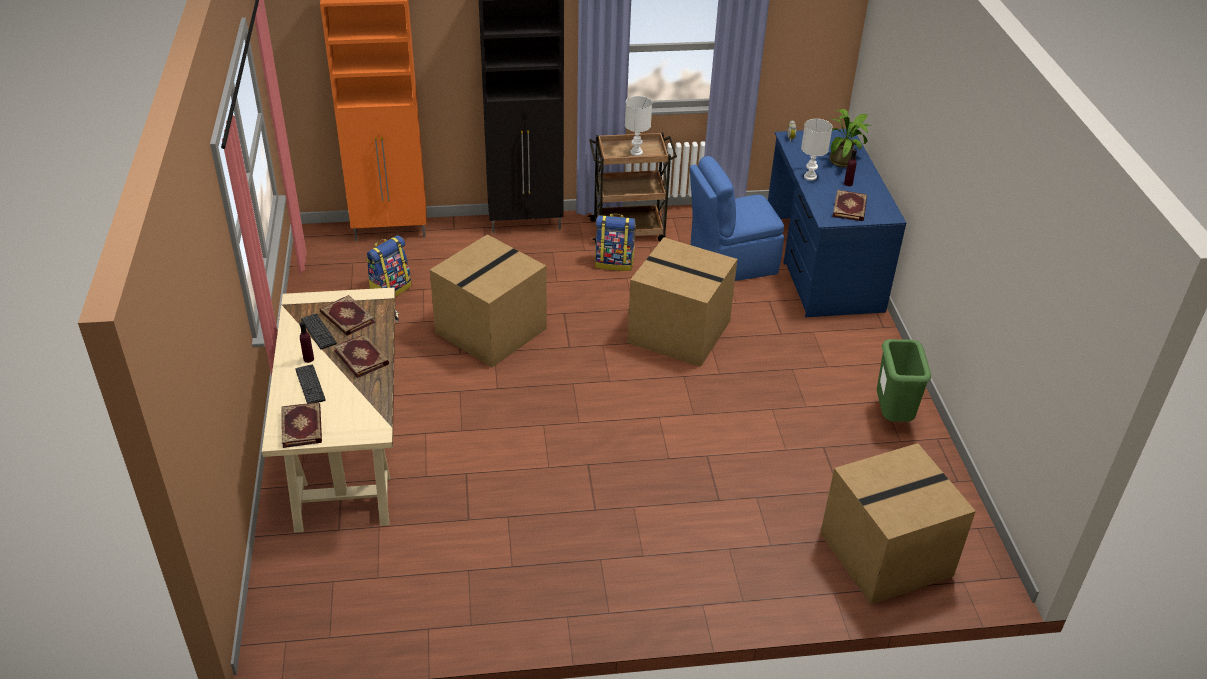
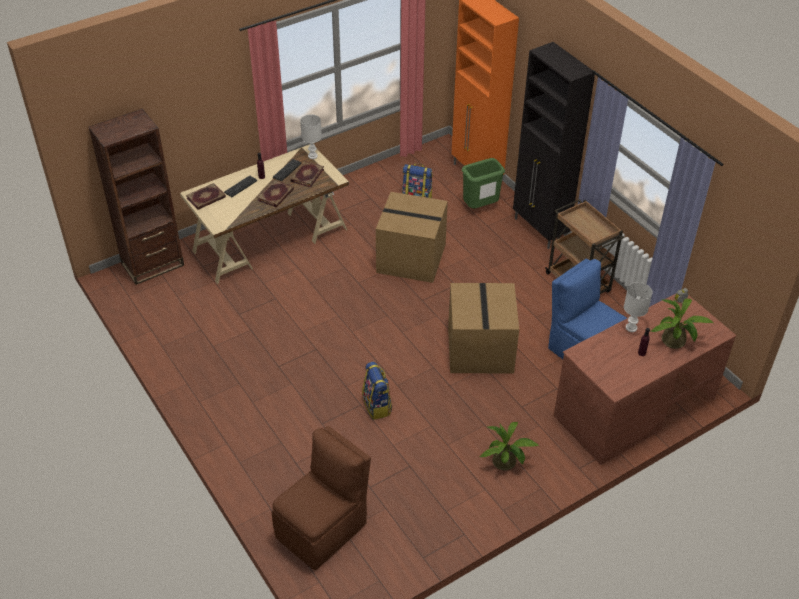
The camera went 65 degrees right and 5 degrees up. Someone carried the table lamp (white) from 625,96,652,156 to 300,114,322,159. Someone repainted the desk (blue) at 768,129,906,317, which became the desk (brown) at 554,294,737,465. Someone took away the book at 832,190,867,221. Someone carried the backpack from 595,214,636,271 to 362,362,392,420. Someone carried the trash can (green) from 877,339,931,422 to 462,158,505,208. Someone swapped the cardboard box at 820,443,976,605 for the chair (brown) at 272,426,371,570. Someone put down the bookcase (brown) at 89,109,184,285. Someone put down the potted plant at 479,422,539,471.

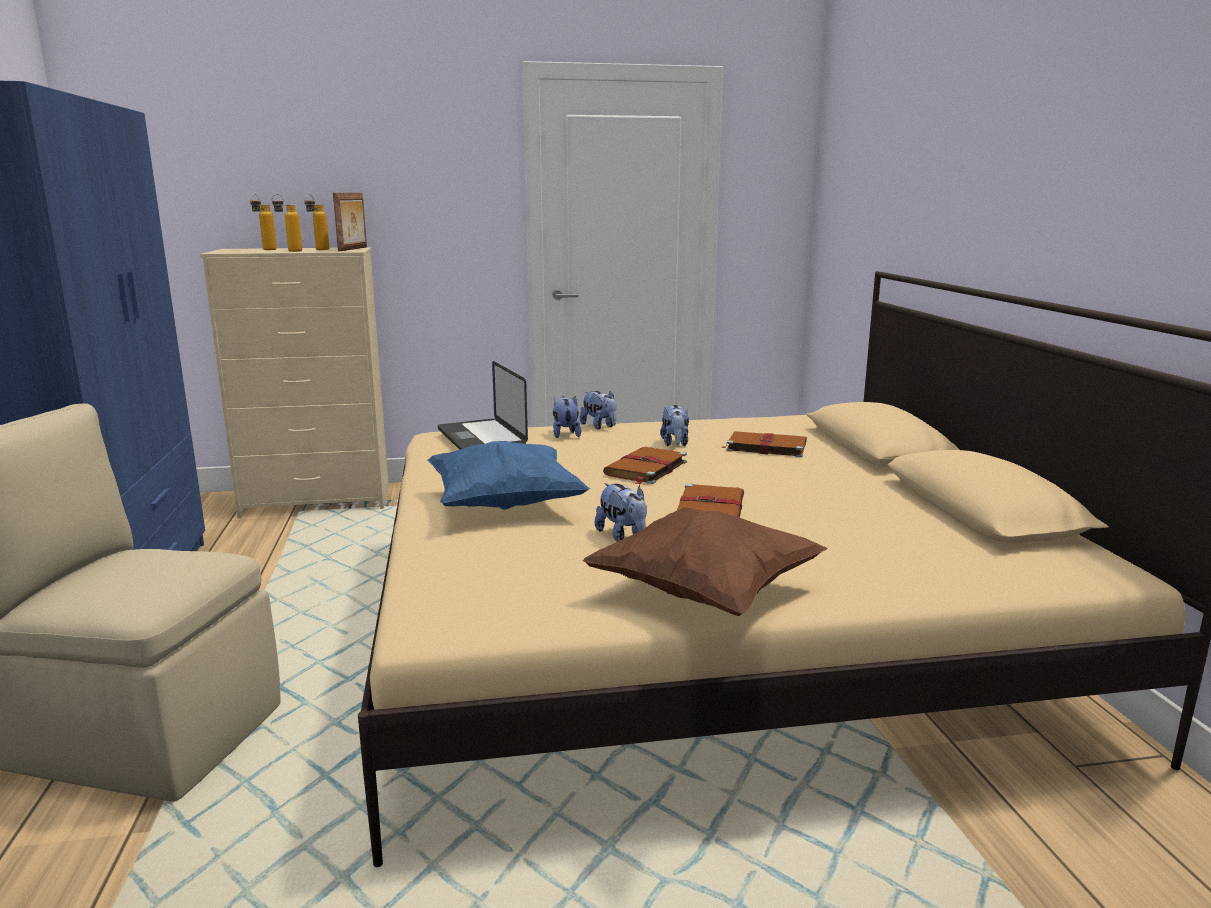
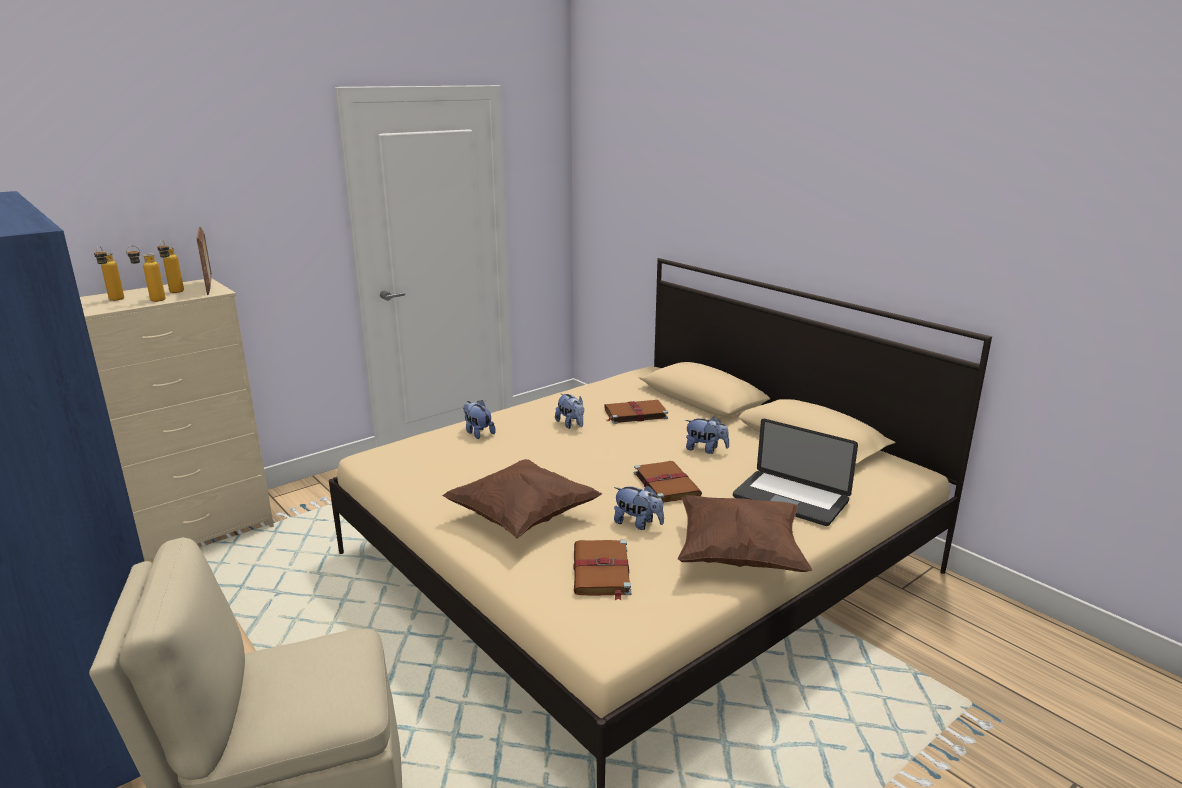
The camera went 30 degrees left and 5 degrees up. Someone carried the laptop from 438,361,528,450 to 733,419,858,526. Someone carried the plush toy from 580,391,617,430 to 685,417,729,454. Someone repainted the pillow (blue) at 427,441,590,509, which became the pillow (brown) at 442,459,602,538. Someone carried the book (brown) from 603,447,687,485 to 574,540,632,600.

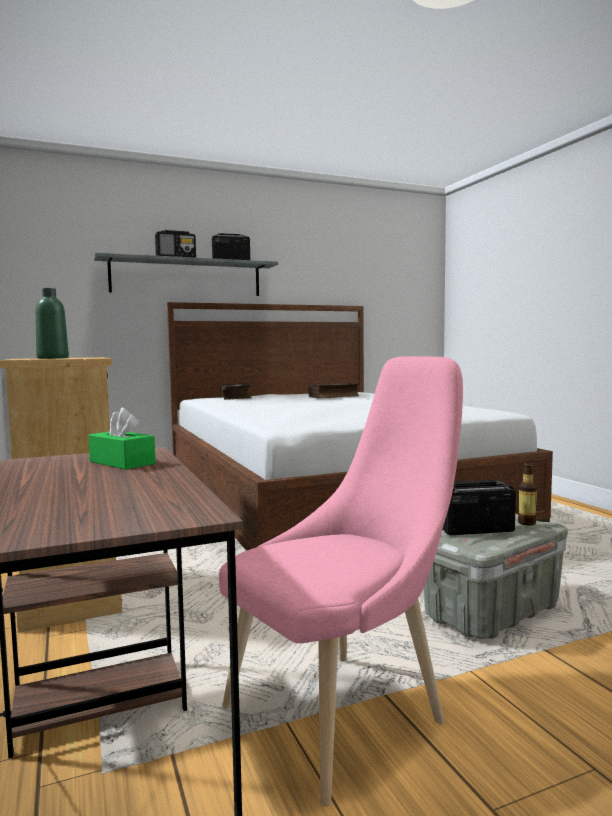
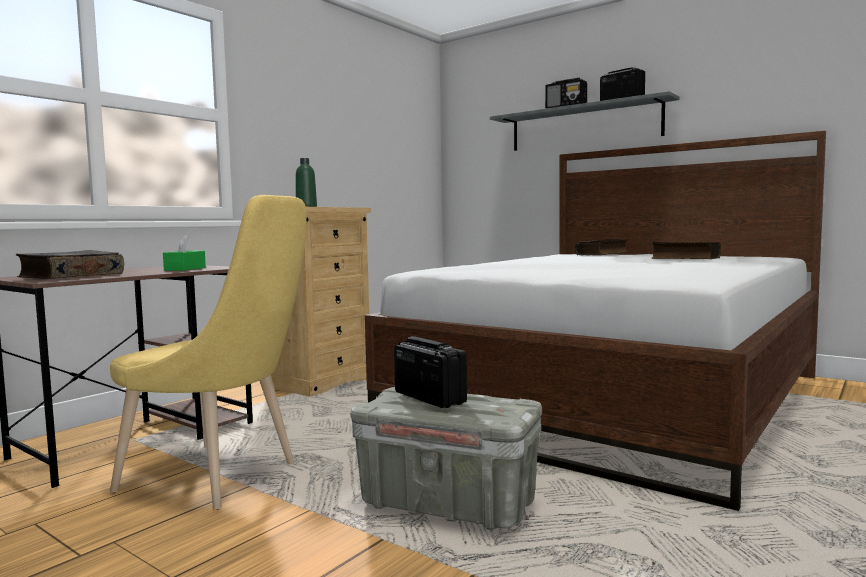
The camera went 60 degrees right and 0 degrees up. Someone repainted the chair (pink) at 219,356,463,807, which became the chair (yellow) at 110,195,307,510. Someone took away the bottle at 518,462,537,526. Someone put down the book at 15,250,124,279.

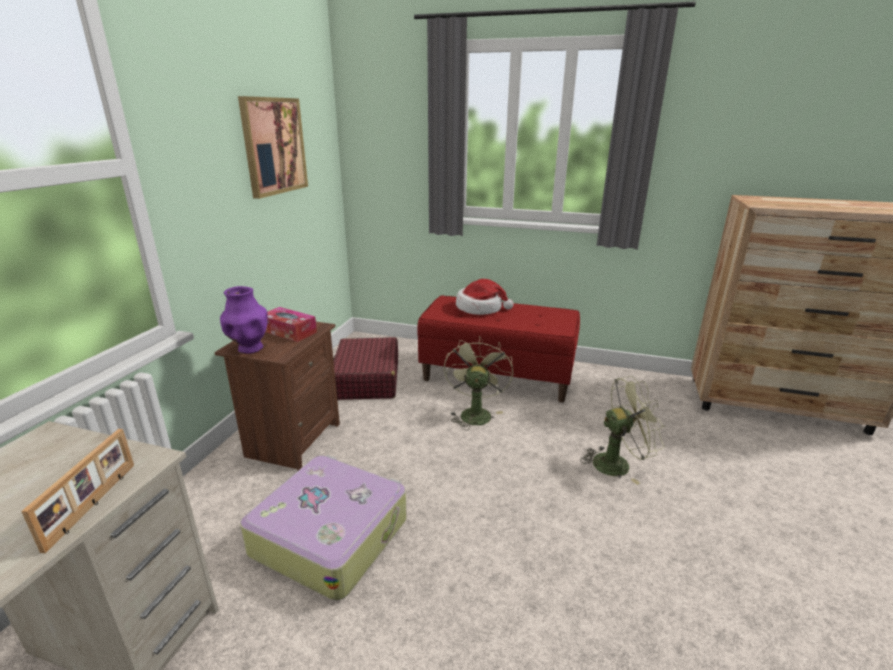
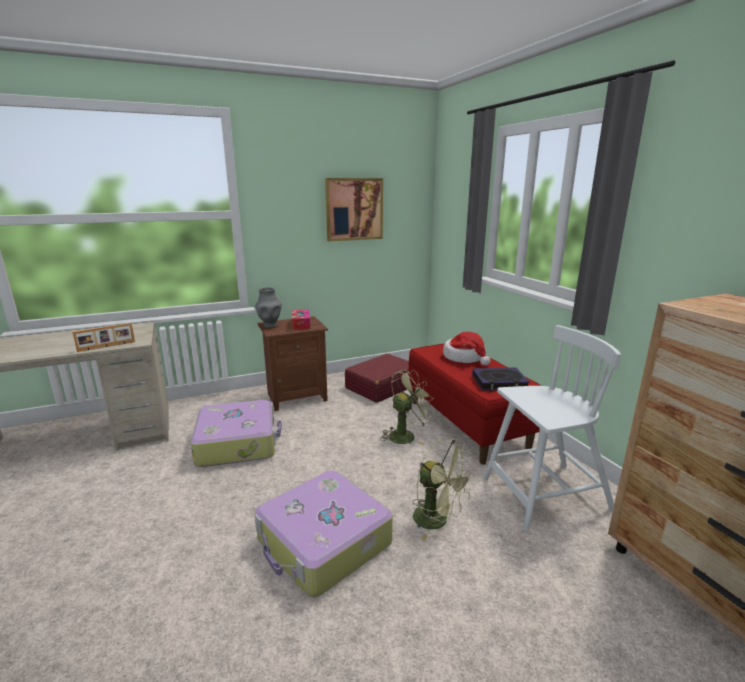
The camera went 50 degrees right and 5 degrees down. Someone repainted the vase (purple) at 220,286,268,354, which became the vase (grey) at 255,287,282,328. Someone put down the chair (white) at 484,325,621,531. Someone put down the book at 472,367,530,392. Someone put down the suitcase at 254,470,393,597.

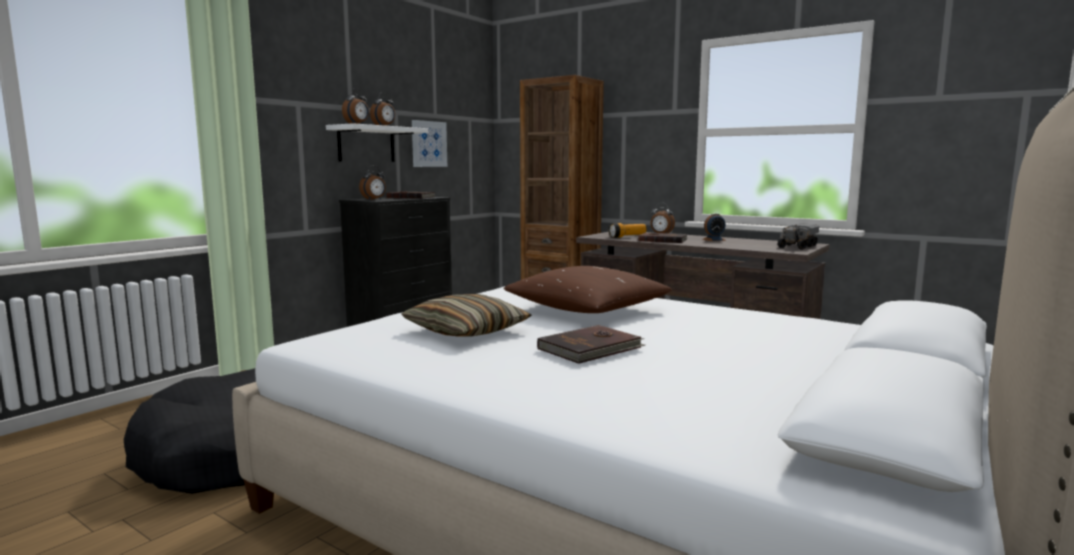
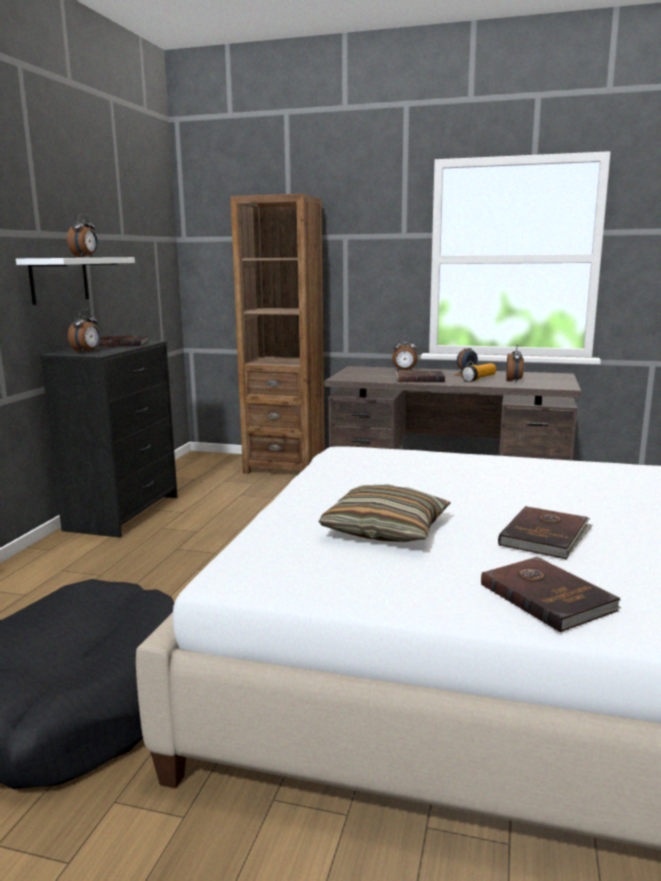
The camera went 20 degrees left and 5 degrees up. Someone carried the alarm clock from 342,88,369,124 to 506,344,524,383. Someone took away the picture at 412,120,447,167. Someone carried the flashlight from 609,223,646,238 to 461,363,496,382. Someone took away the toy truck at 778,223,819,250. Someone took away the pillow (brown) at 503,266,672,313. Someone put down the book (brown) at 481,557,621,632.

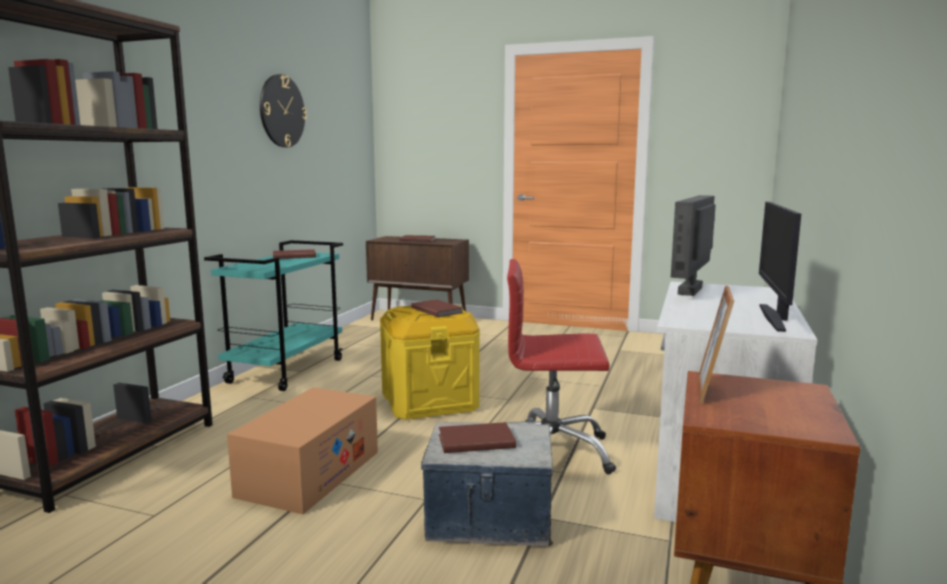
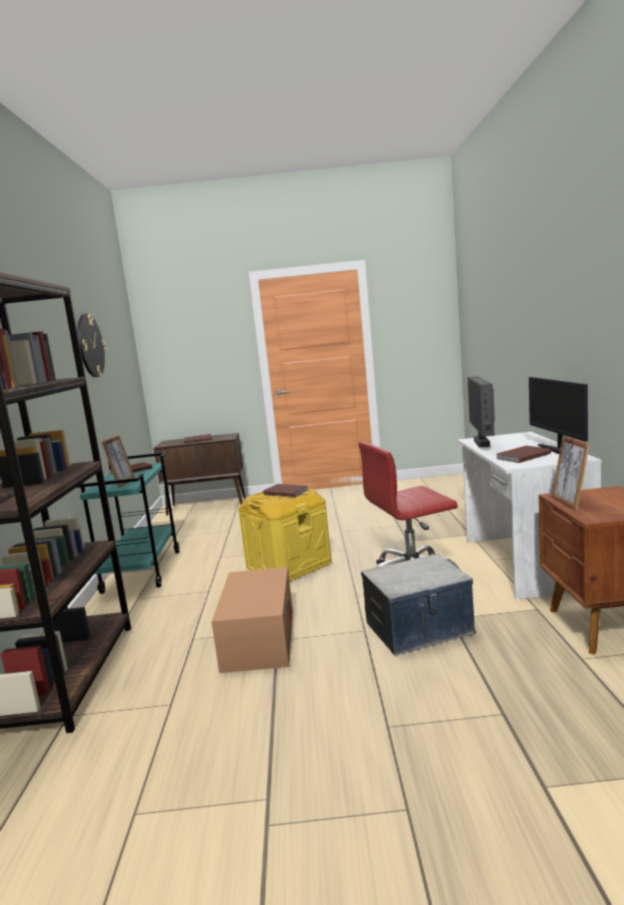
The camera went 20 degrees left and 0 degrees up. Someone carried the book (brown) from 439,422,516,453 to 497,445,551,463. Someone put down the picture frame at 101,435,135,488.

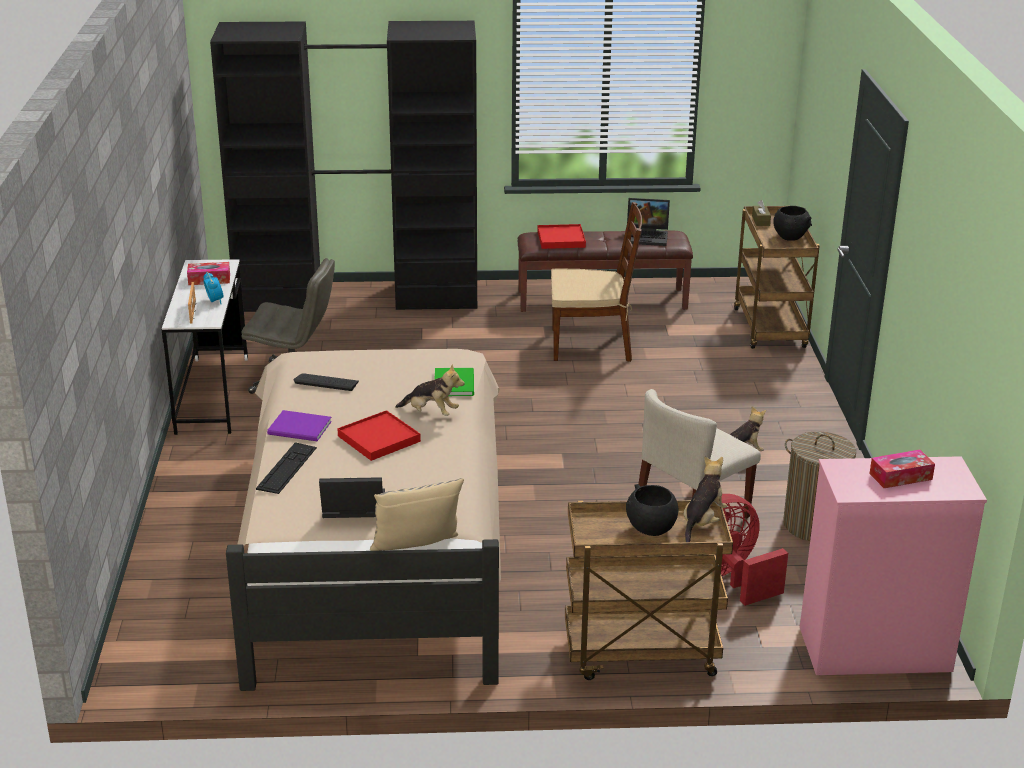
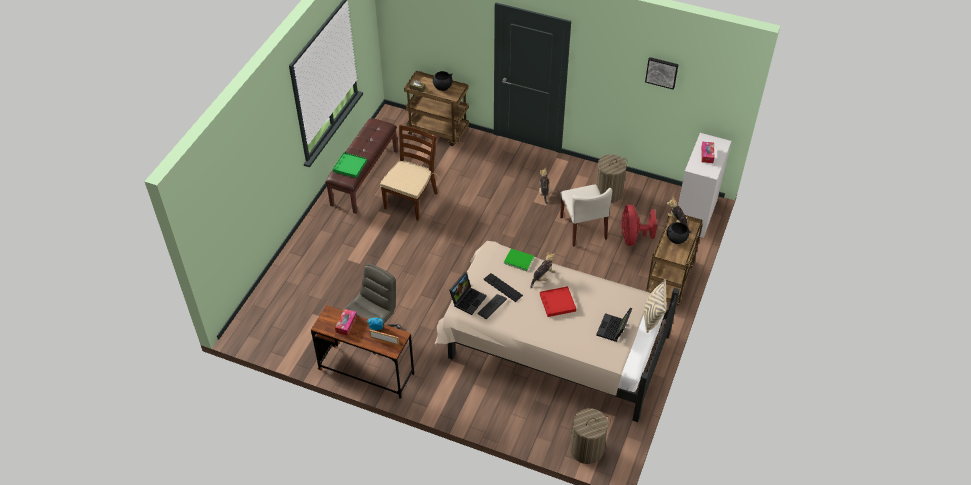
The camera went 65 degrees left and 20 degrees up. Someone took away the wardrobe (black) at 210,21,477,312. Someone carried the laptop from 627,198,670,246 to 449,272,487,315. Someone repainted the tray (red) at 537,224,586,249, which became the tray (green) at 333,152,367,178. Someone repainted the desk (white) at 162,259,248,435, which became the desk (brown) at 311,305,414,399. Someone took away the book (purple) at 267,410,332,441. Someone carried the keyboard from 256,442,317,494 to 483,273,523,302. Someone repainted the dresser (pink) at 800,456,987,675, which became the dresser (white) at 678,133,731,238. Someone put up the picture at 645,57,679,90. Someone put down the laundry basket at 570,408,611,464.

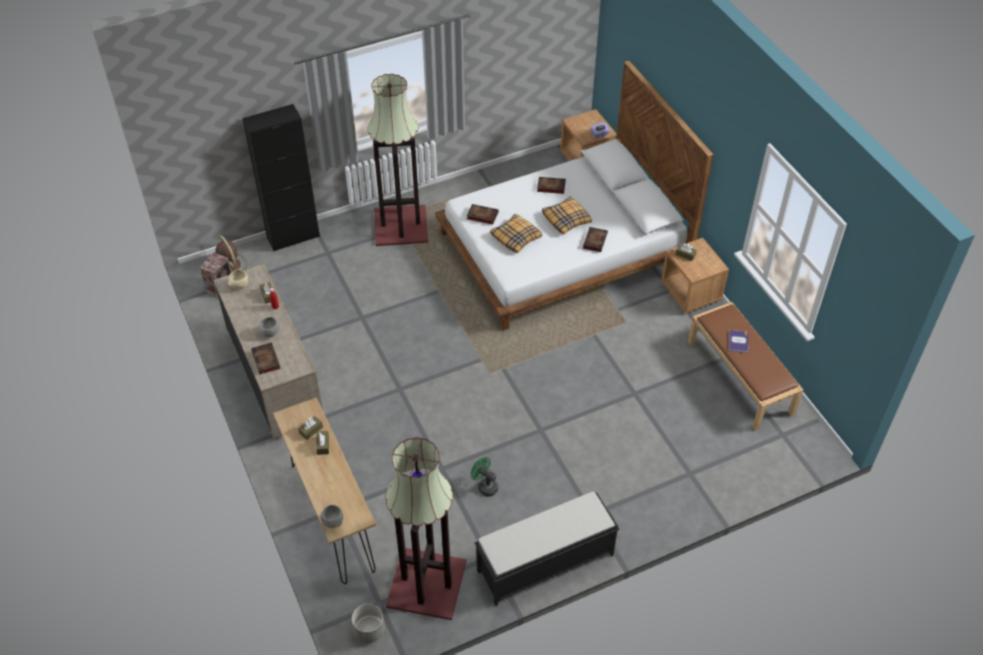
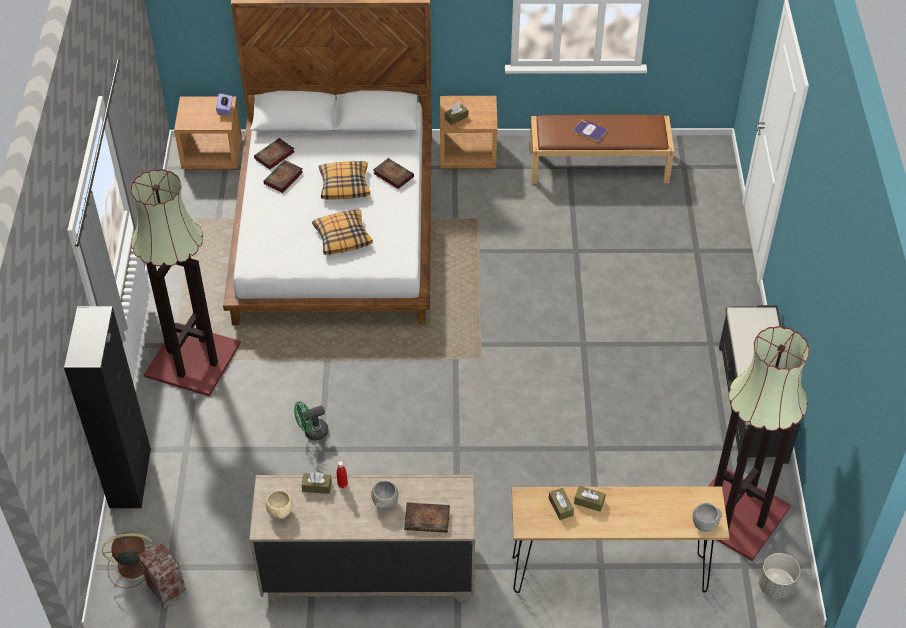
The camera went 65 degrees left and 0 degrees up. Someone carried the book from 467,204,499,225 to 254,138,295,169. Someone carried the fan (green) from 471,457,499,496 to 294,401,328,440.

